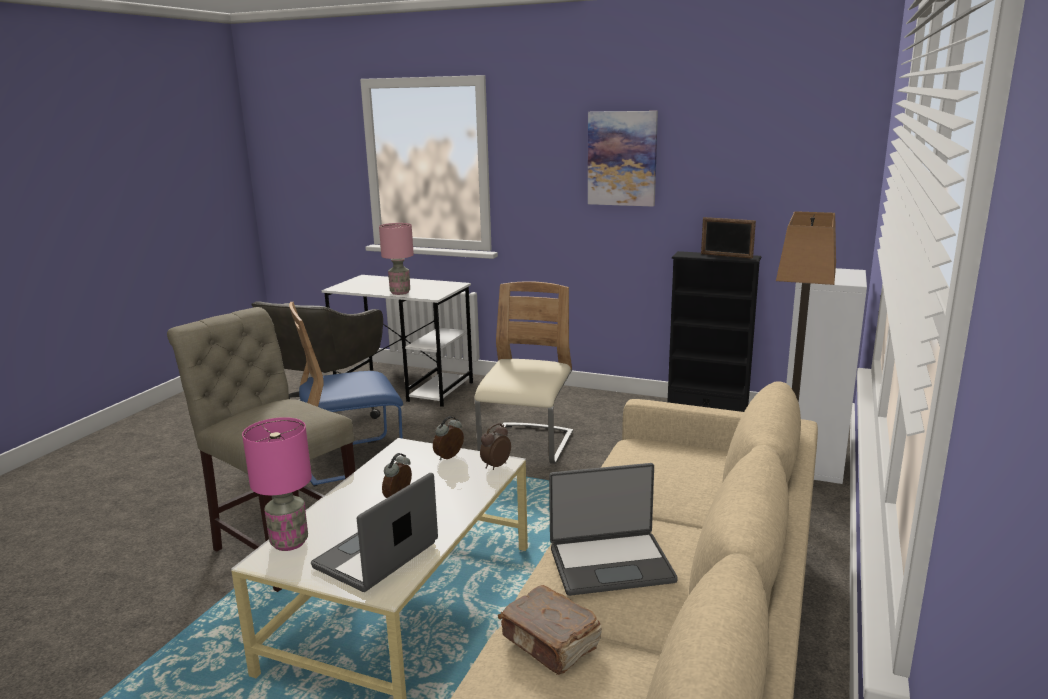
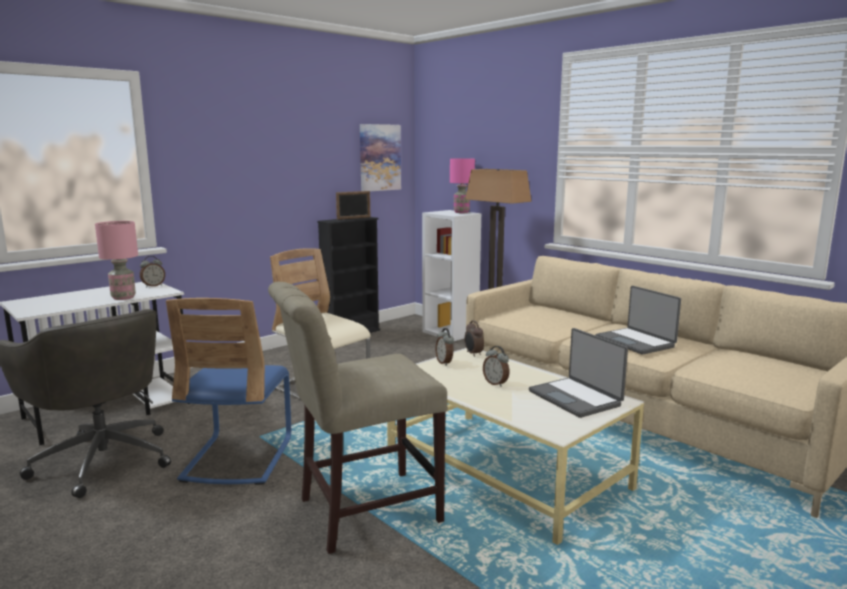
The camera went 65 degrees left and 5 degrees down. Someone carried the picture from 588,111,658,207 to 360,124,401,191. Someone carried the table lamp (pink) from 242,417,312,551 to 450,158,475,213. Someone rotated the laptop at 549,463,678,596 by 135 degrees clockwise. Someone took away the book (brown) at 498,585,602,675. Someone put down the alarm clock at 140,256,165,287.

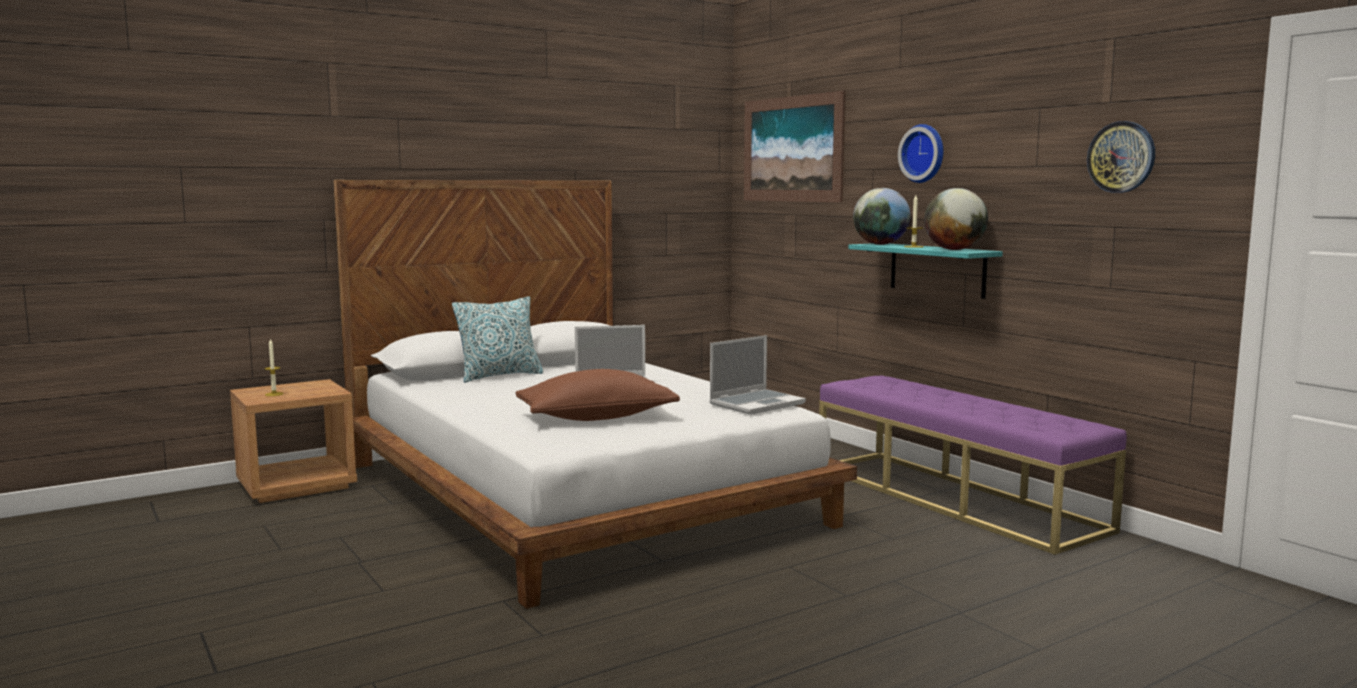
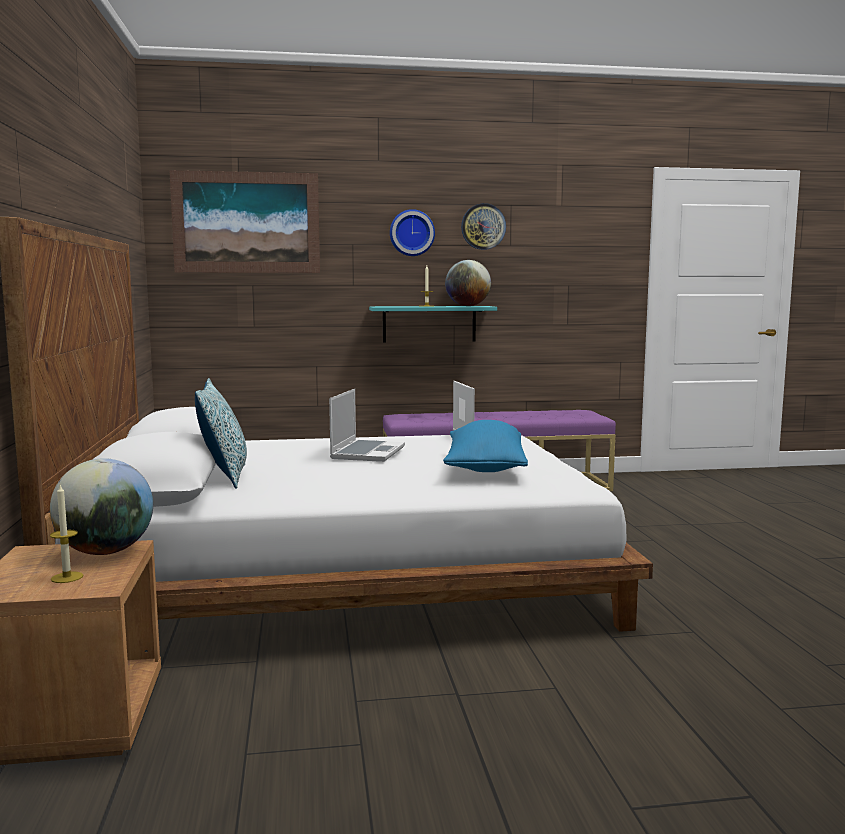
The camera went 65 degrees left and 0 degrees up. Someone carried the wall clock from 1087,121,1155,193 to 461,203,506,250. Someone carried the globe from 853,188,911,245 to 50,458,153,555. Someone repainted the pillow (brown) at 515,369,680,421, which became the pillow (blue) at 443,420,528,472.

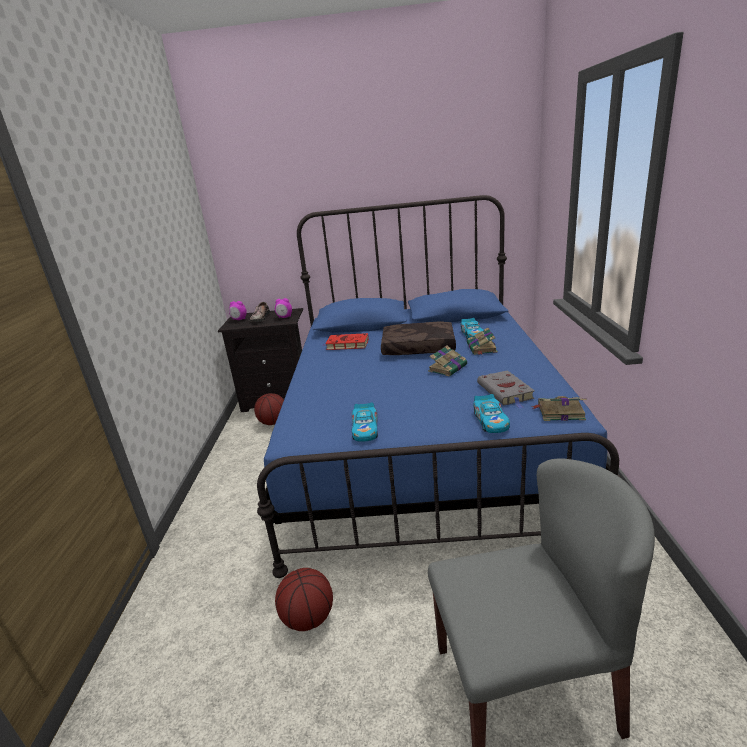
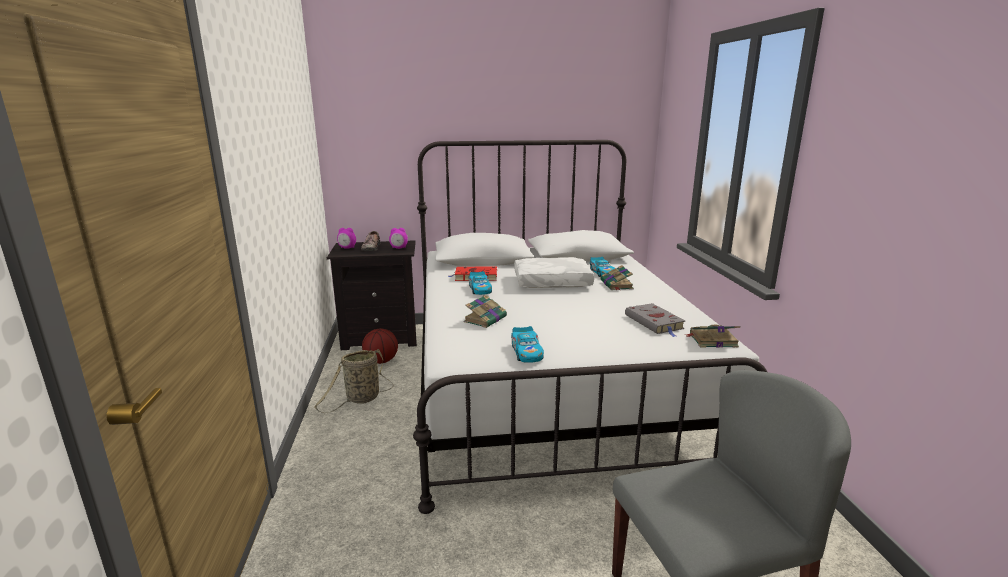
The camera went 10 degrees left and 5 degrees down. Someone repainted the bed (blue) at 257,195,621,578, which became the bed (white) at 413,140,767,514. Someone repainted the pillow (brown) at 381,321,456,355, which became the pillow (white) at 514,257,594,288. Someone carried the book from 428,345,467,377 to 464,294,507,328. Someone carried the toy car from 473,394,510,433 to 468,271,492,295. Someone took away the basketball at 275,568,333,631. Someone put down the basket at 314,349,394,413.

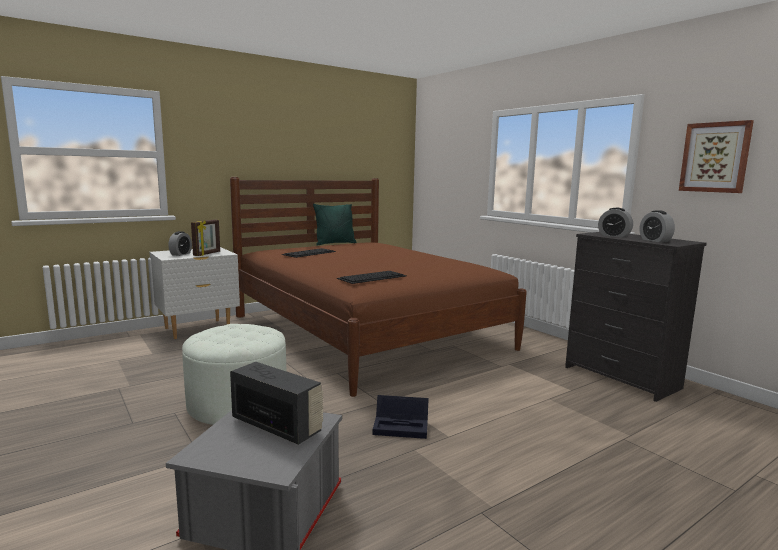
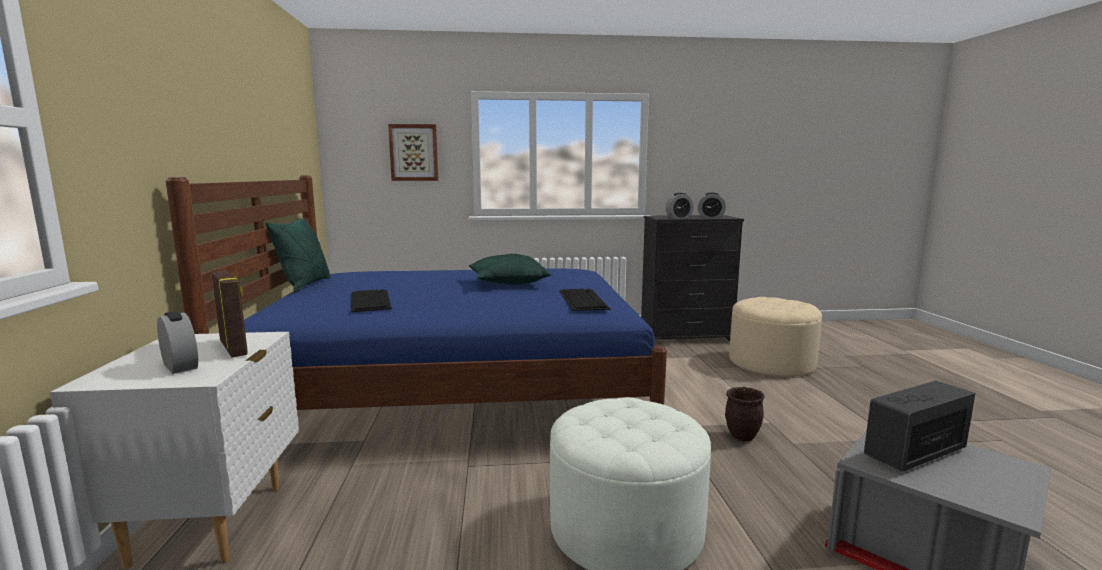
The camera went 60 degrees left and 0 degrees up. Someone carried the picture from 679,120,754,193 to 388,124,439,181. Someone repainted the bed (brown) at 230,177,527,397, which became the bed (blue) at 166,175,667,410. Someone swapped the storage box (black) at 373,395,429,439 for the planter (brown) at 725,387,765,442. Someone put down the pillow (green) at 469,254,551,285. Someone put down the ottoman (beige) at 729,297,822,377.

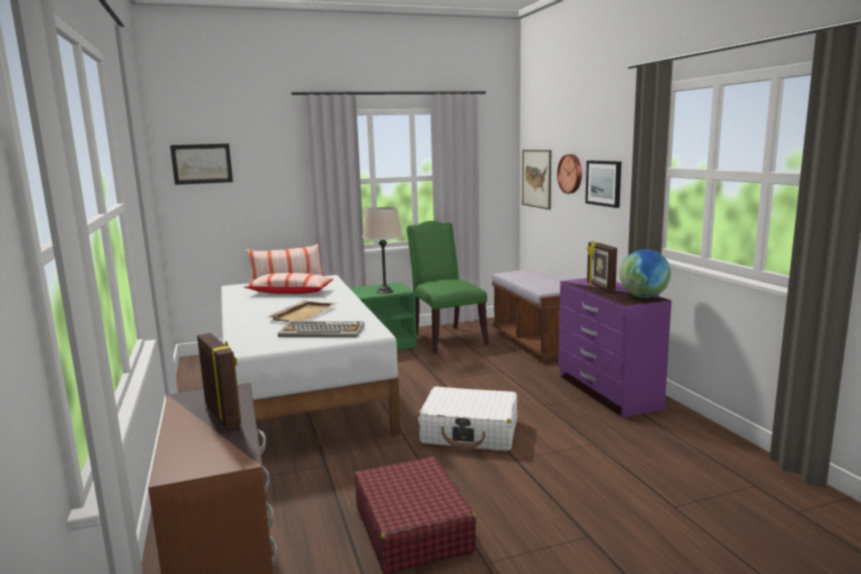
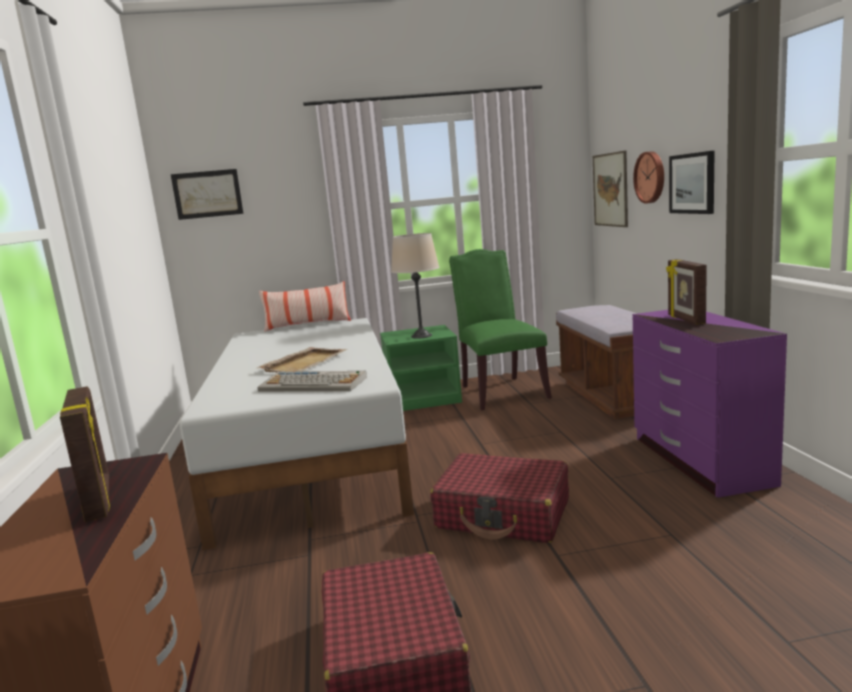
The camera went 10 degrees right and 0 degrees up. Someone took away the globe at 620,249,671,298. Someone took away the pillow at 244,273,333,294. Someone repainted the suitcase (white) at 418,386,517,451, which became the suitcase (red) at 430,453,569,543.

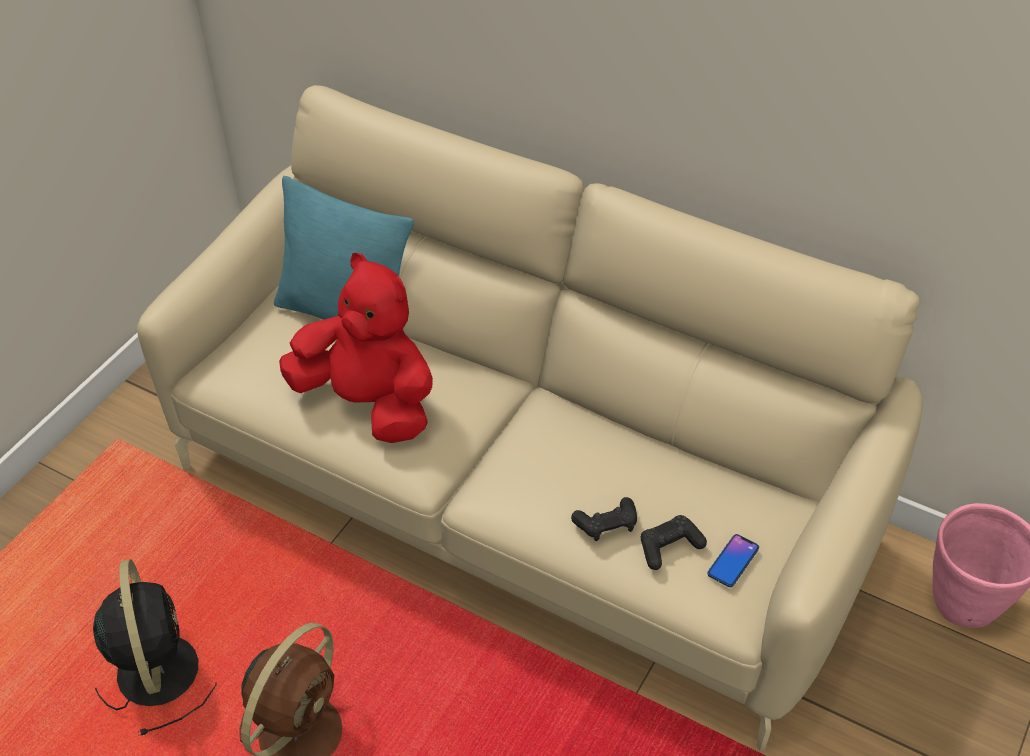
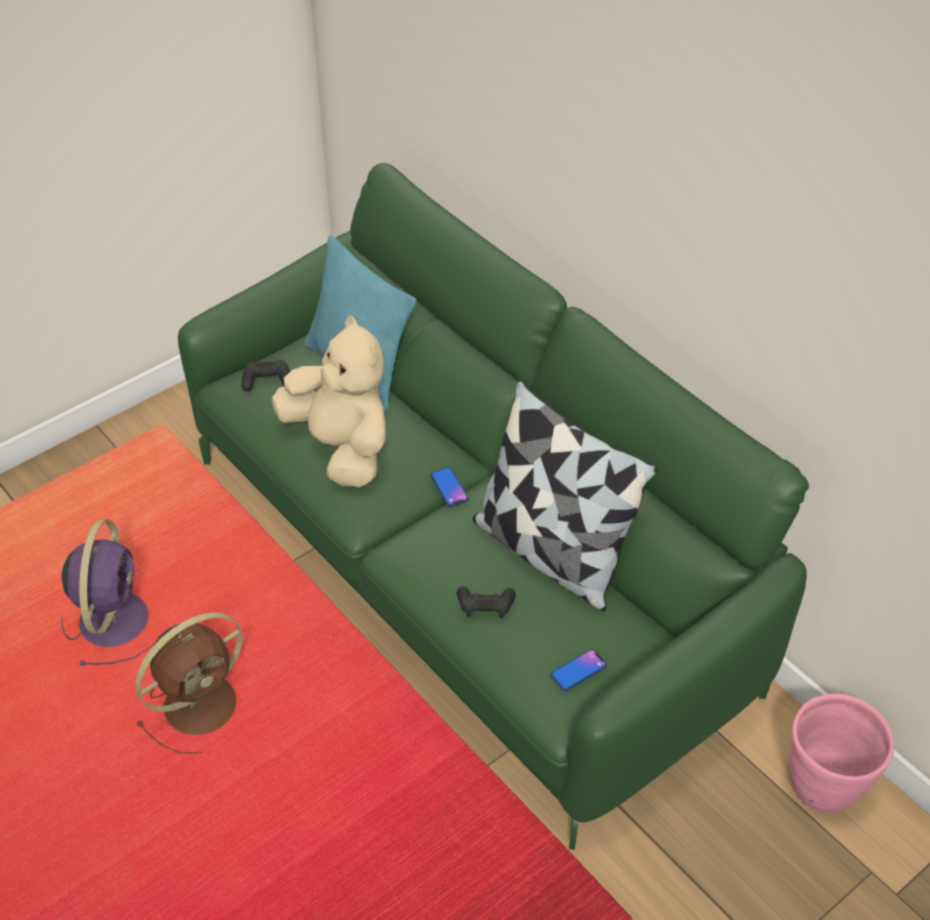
The camera went 20 degrees right and 0 degrees up. Someone repainted the sofa (beige) at 137,85,923,751, which became the sofa (green) at 178,163,809,850. Someone repainted the plush toy (red) at 279,253,433,443, which became the plush toy (beige) at 271,315,386,487. Someone carried the game controller (black) from 641,515,707,570 to 241,360,290,391. Someone repainted the fan (black) at 93,559,217,736, which became the fan (purple) at 61,519,154,666. Someone put down the pillow at 473,380,658,611. Someone put down the phone at 430,467,469,507.

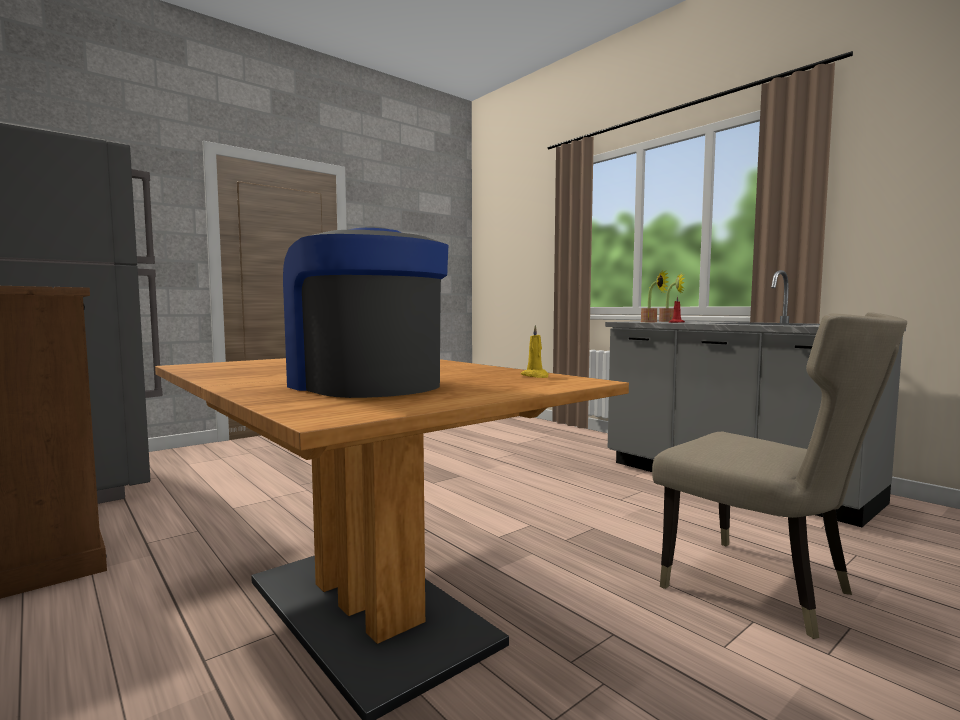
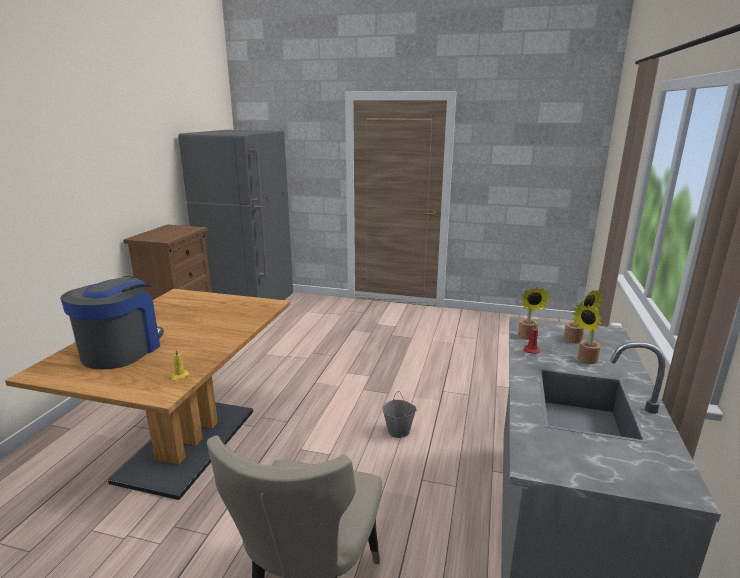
The camera went 55 degrees right and 15 degrees up. Someone put down the potted plant at 571,304,601,364. Someone put down the bucket (grey) at 382,392,416,438.

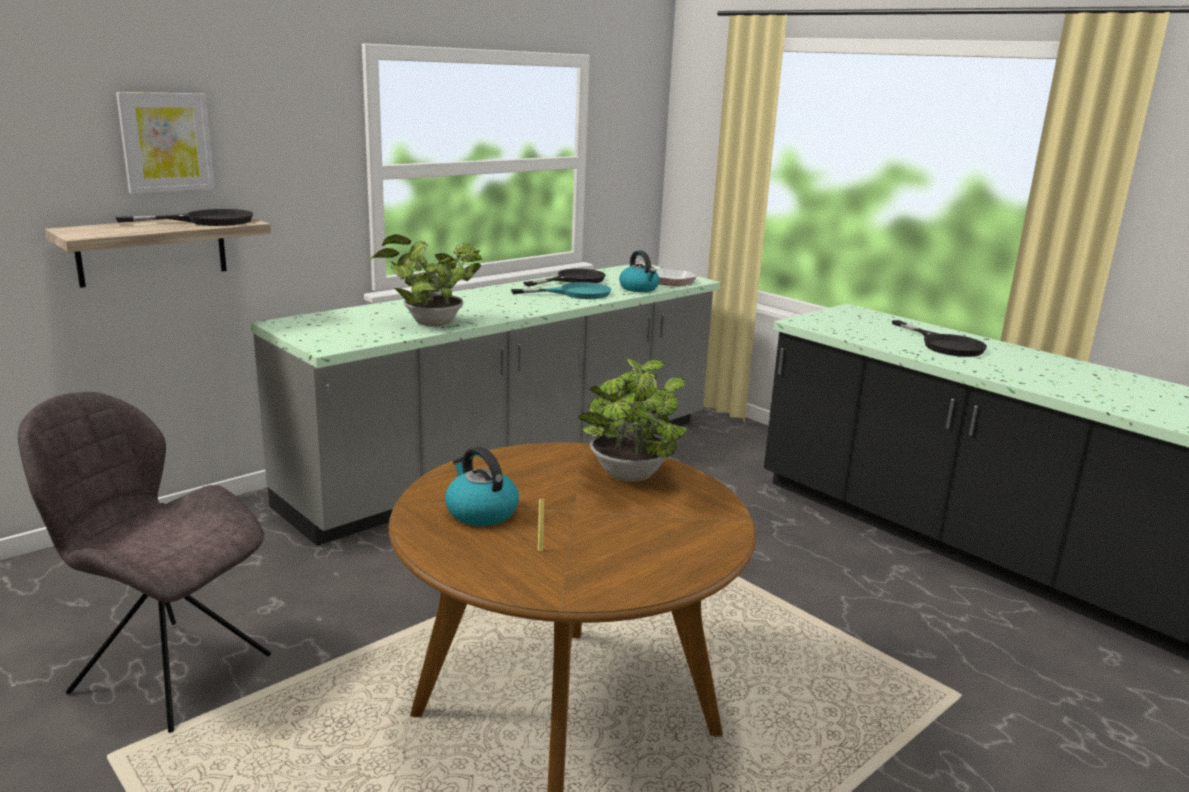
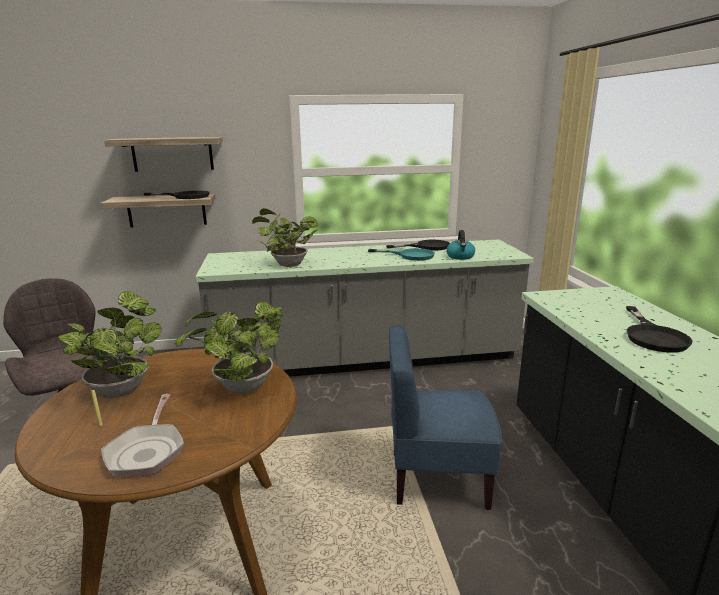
The camera went 35 degrees right and 0 degrees up. Someone swapped the picture at 116,92,215,194 for the shelf at 104,137,223,172. Someone carried the frying pan from 635,259,697,286 to 101,394,184,477. Someone swapped the kettle at 445,446,519,526 for the potted plant at 58,291,162,398. Someone put down the chair (blue) at 389,326,502,510.

